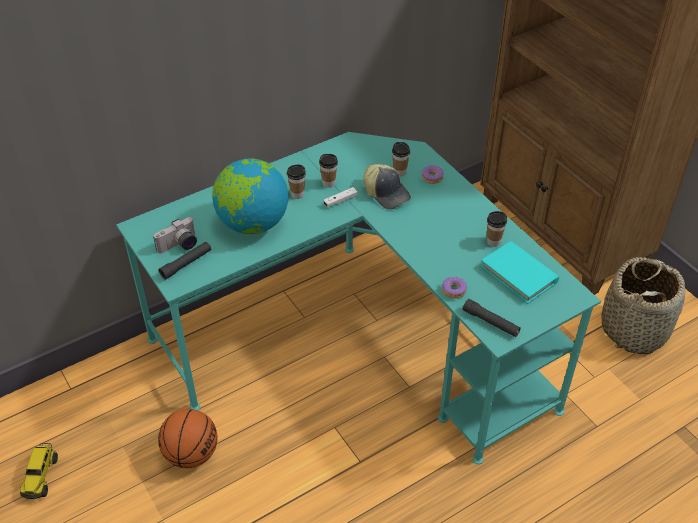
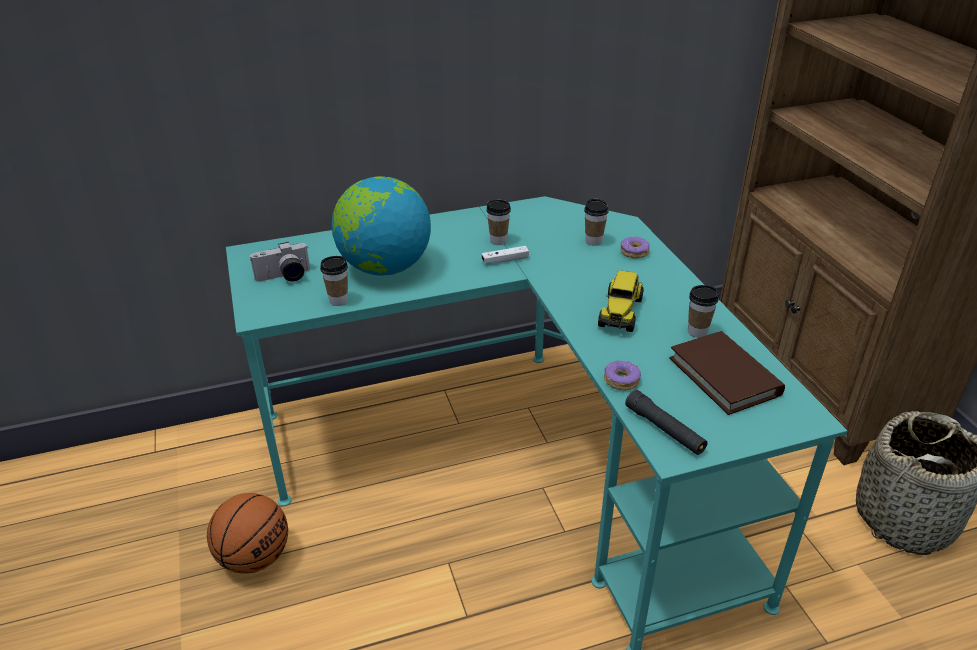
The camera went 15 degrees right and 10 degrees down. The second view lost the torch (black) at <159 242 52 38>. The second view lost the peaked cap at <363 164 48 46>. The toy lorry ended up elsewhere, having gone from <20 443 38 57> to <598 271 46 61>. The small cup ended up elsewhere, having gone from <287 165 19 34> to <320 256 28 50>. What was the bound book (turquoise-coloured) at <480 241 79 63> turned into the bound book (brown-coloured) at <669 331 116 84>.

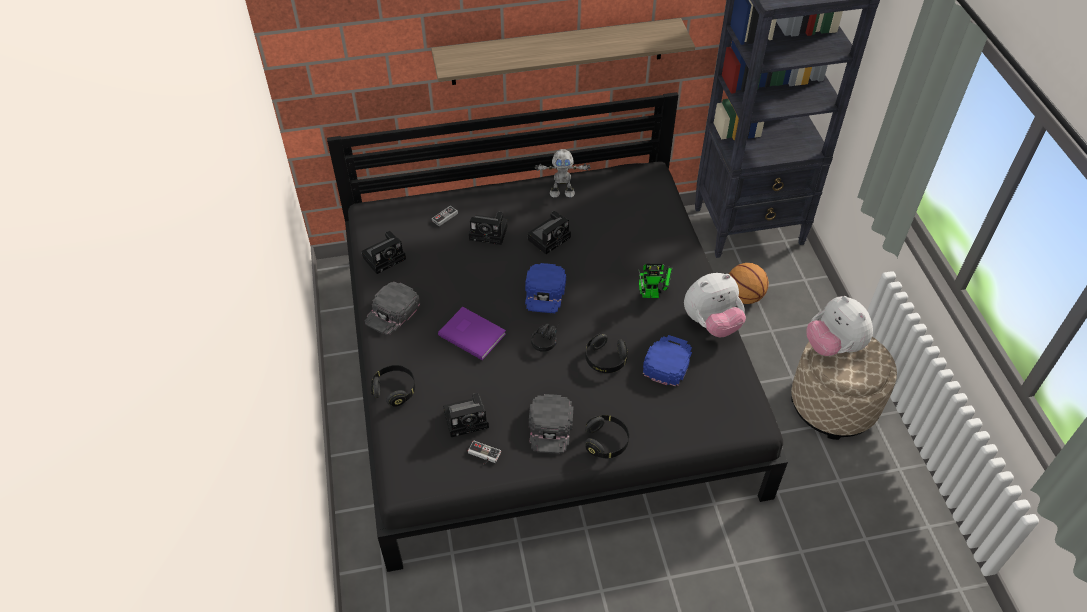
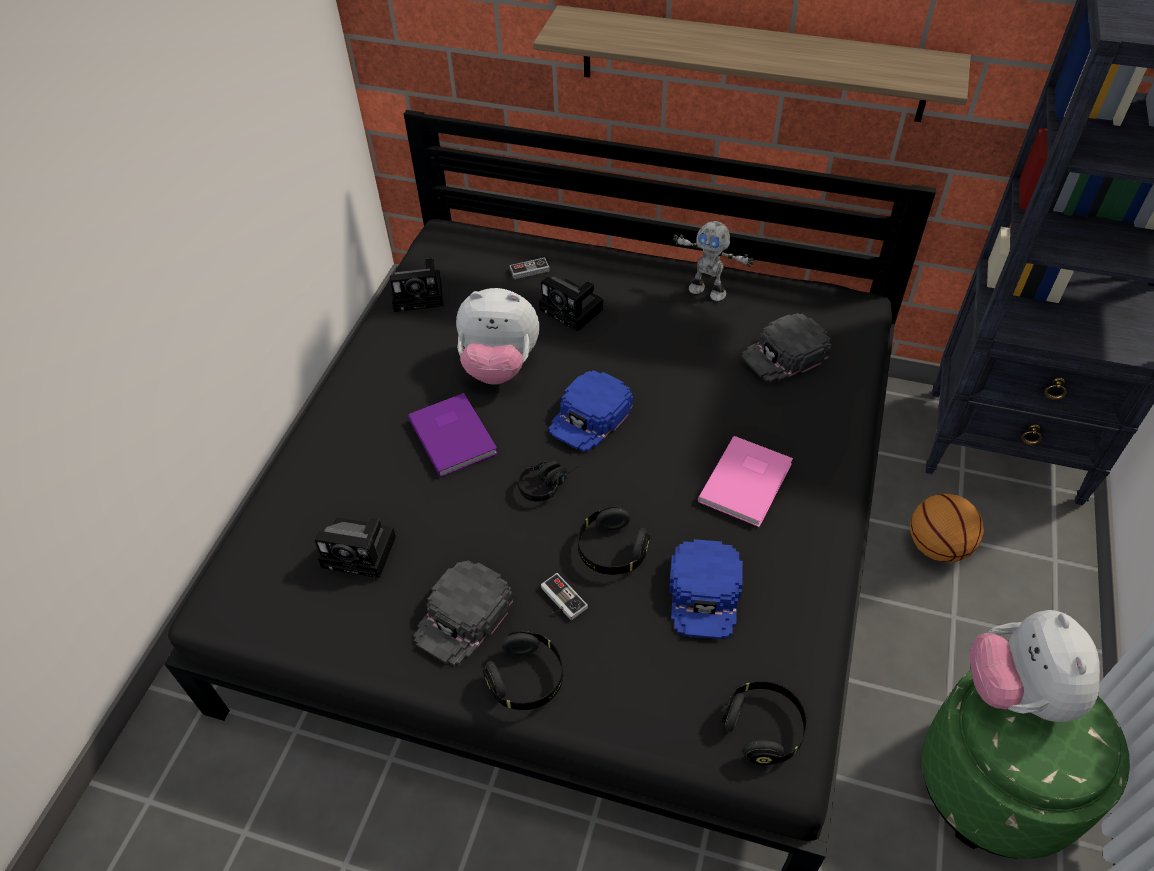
The camera went 30 degrees right and 0 degrees up. The second view lost the photo camera at <527 211 44 43>. The peaked cap (black) ended up elsewhere, having gone from <365 282 55 53> to <741 313 90 70>. The headphones (black) ended up elsewhere, having gone from <371 365 44 42> to <722 681 85 84>. The game controller ended up elsewhere, having gone from <468 440 33 24> to <541 573 47 47>. The plush toy ended up elsewhere, having gone from <684 273 62 64> to <456 288 83 97>. Where the robot figure stood at <638 264 34 34>, the bound book (pink-coloured) came to stand at <698 436 95 91>. What was the ottoman (sand-coloured) at <791 337 106 103> turned into the ottoman (green) at <921 670 209 189>. The peaked cap (blue) at <643 335 49 52> ended up facing another way, 135 degrees clockwise from before.

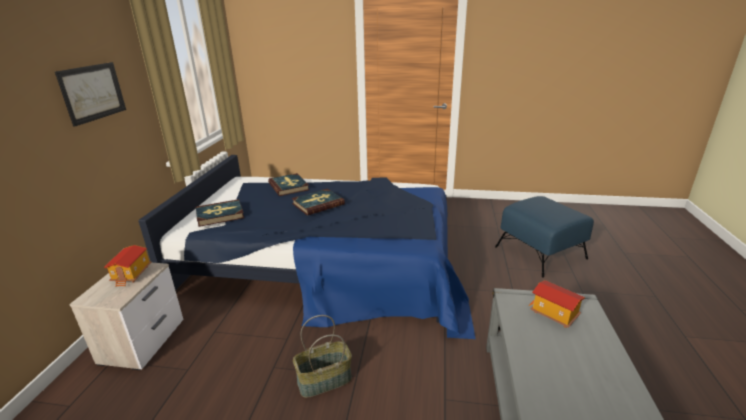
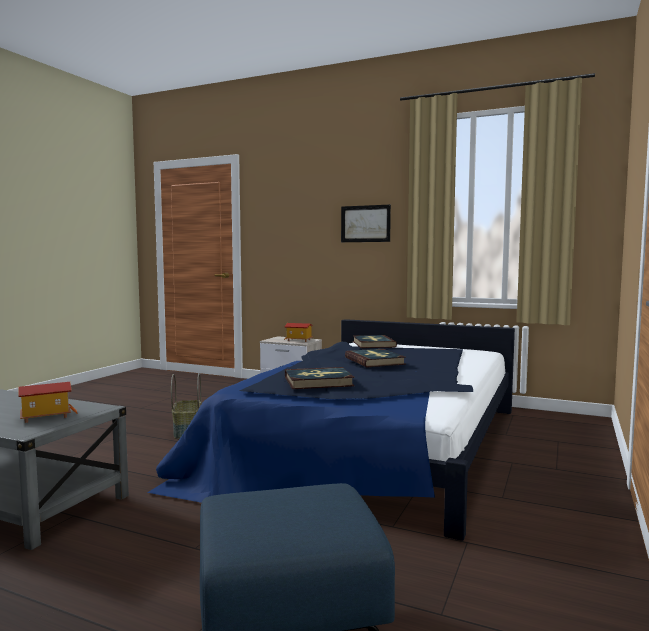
The camera went 105 degrees right and 20 degrees down. The bound book ended up elsewhere, having gone from <268 173 41 23> to <285 367 70 22>.

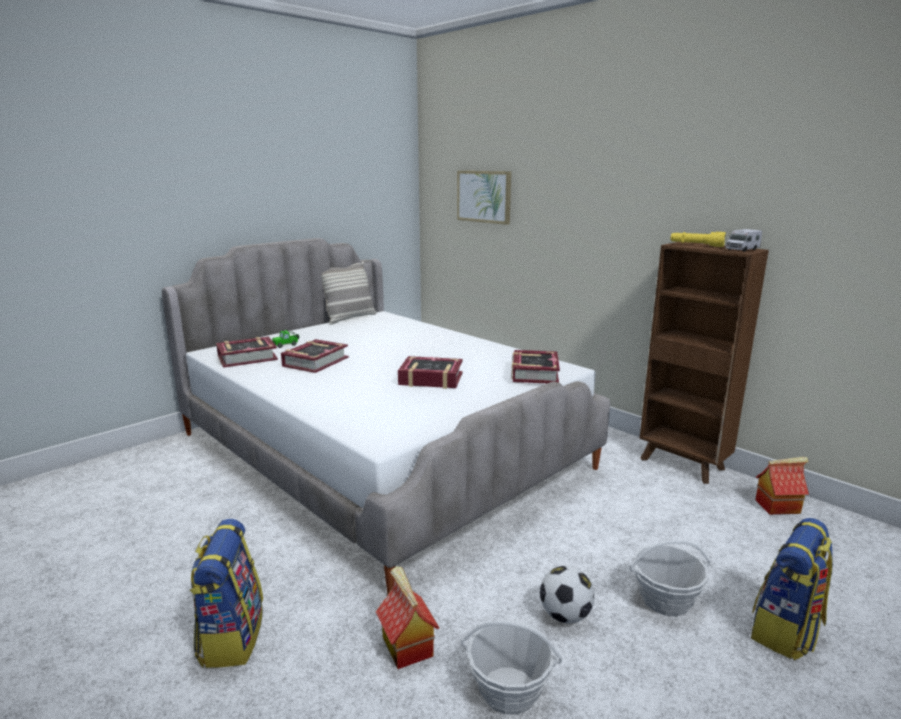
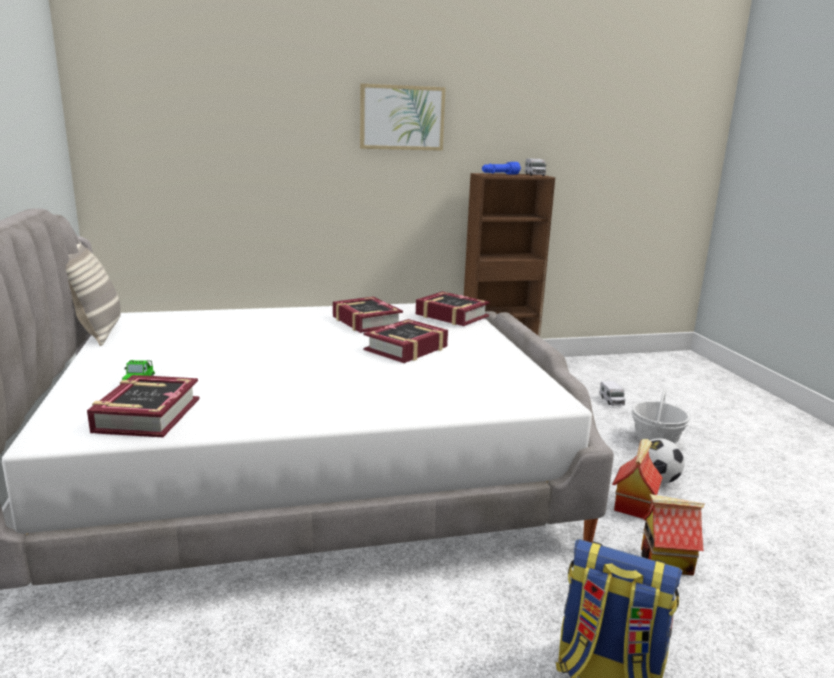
The camera went 60 degrees left and 0 degrees up. The second view lost the storage basket at <461 620 102 94>. The second view lost the knapsack at <751 518 82 142>. The second view gained the toy lorry at <599 381 26 25>. The bound book ended up elsewhere, having gone from <281 339 68 34> to <333 297 70 36>. The picture ended up elsewhere, having gone from <457 171 54 54> to <360 84 86 67>. The miniature house ended up elsewhere, having gone from <755 457 54 58> to <612 439 50 80>. What was the torch (yellowish) at <671 232 55 15> turned into the torch (blue) at <482 162 39 13>.

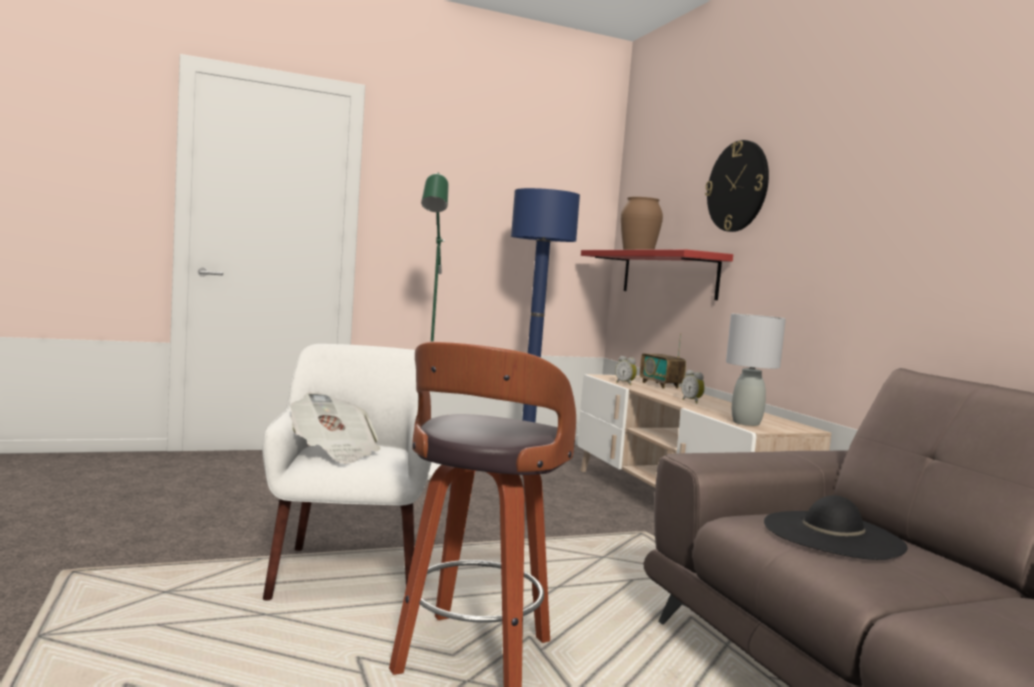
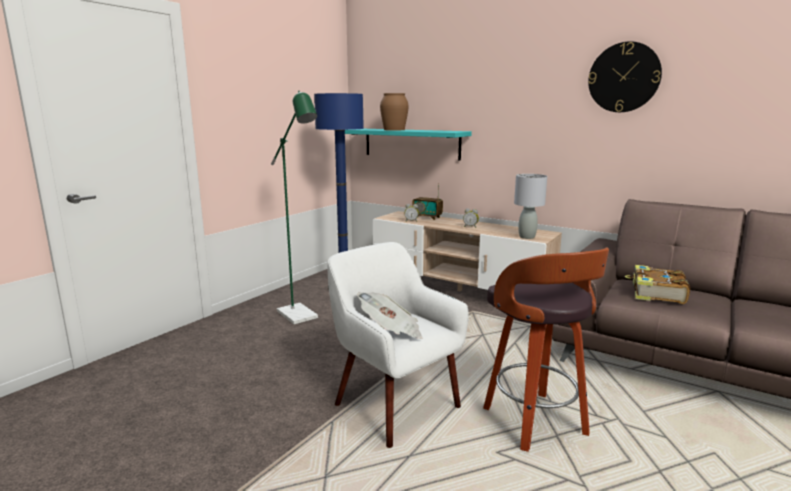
The camera went 35 degrees left and 10 degrees up. The hanging clock ended up elsewhere, having gone from <705 140 64 92> to <588 41 74 71>. Where the clothing hat (black) stood at <764 495 144 65>, the bound book came to stand at <625 265 65 39>. What was the bracket shelf (red-coloured) at <581 249 152 51> turned into the bracket shelf (turquoise-coloured) at <345 129 127 31>.

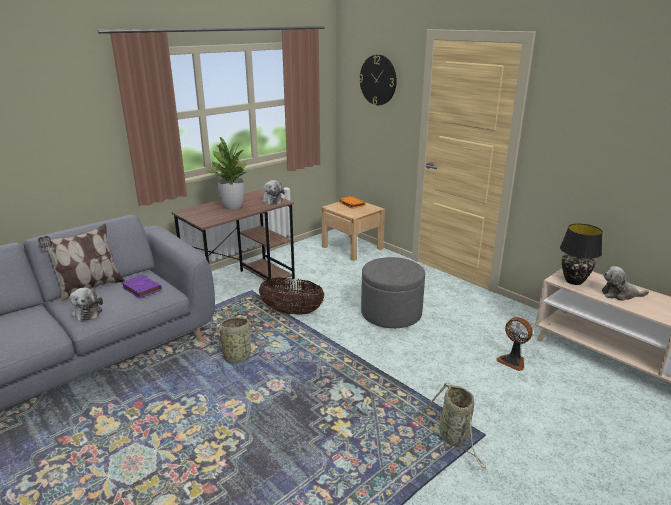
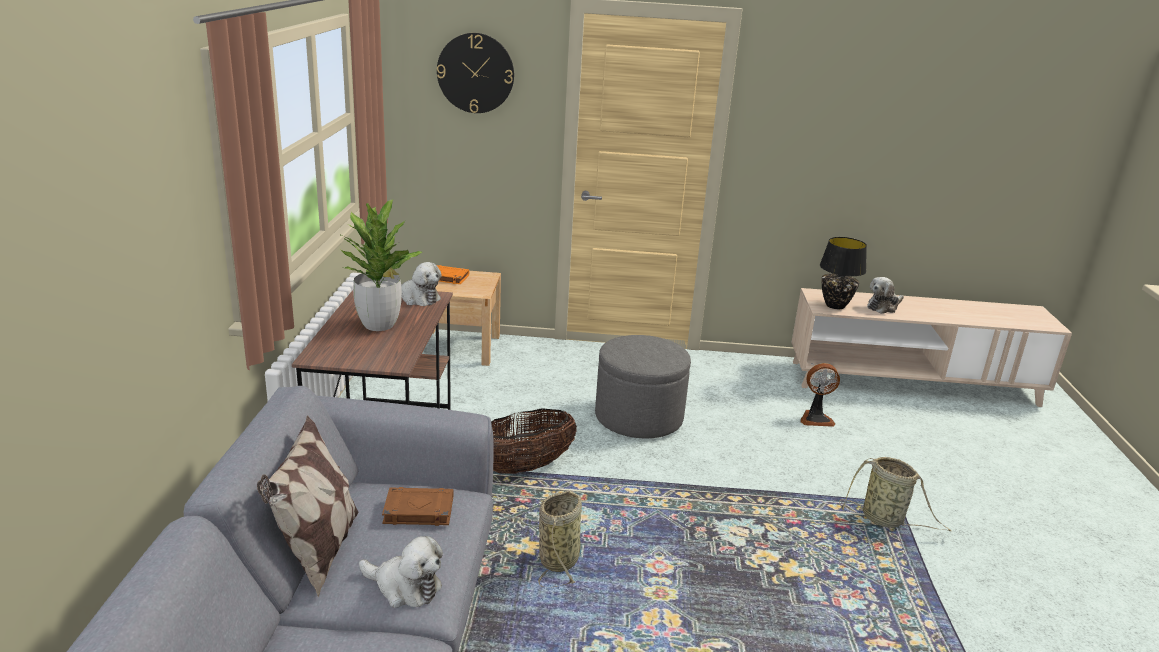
The camera went 45 degrees left and 0 degrees up. What was the bound book (purple) at <121 275 41 23> turned into the bound book (brown-coloured) at <382 487 71 39>.

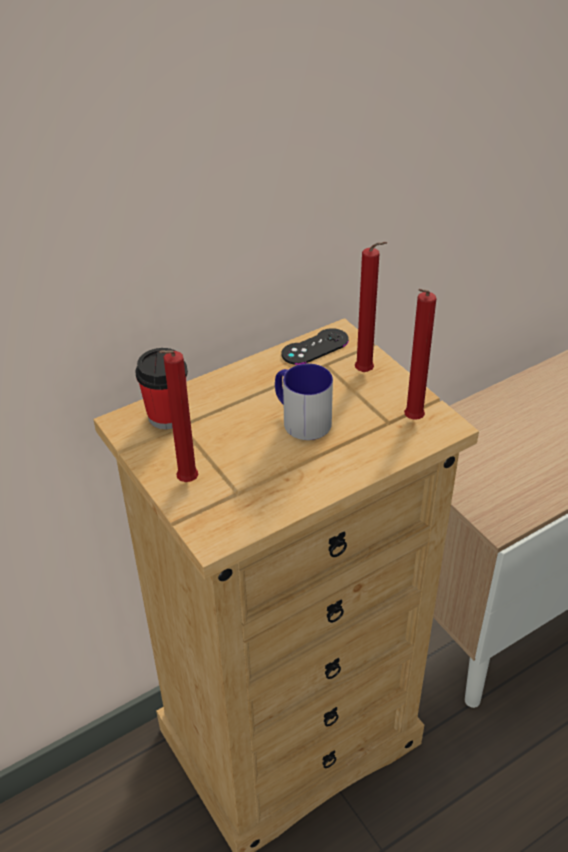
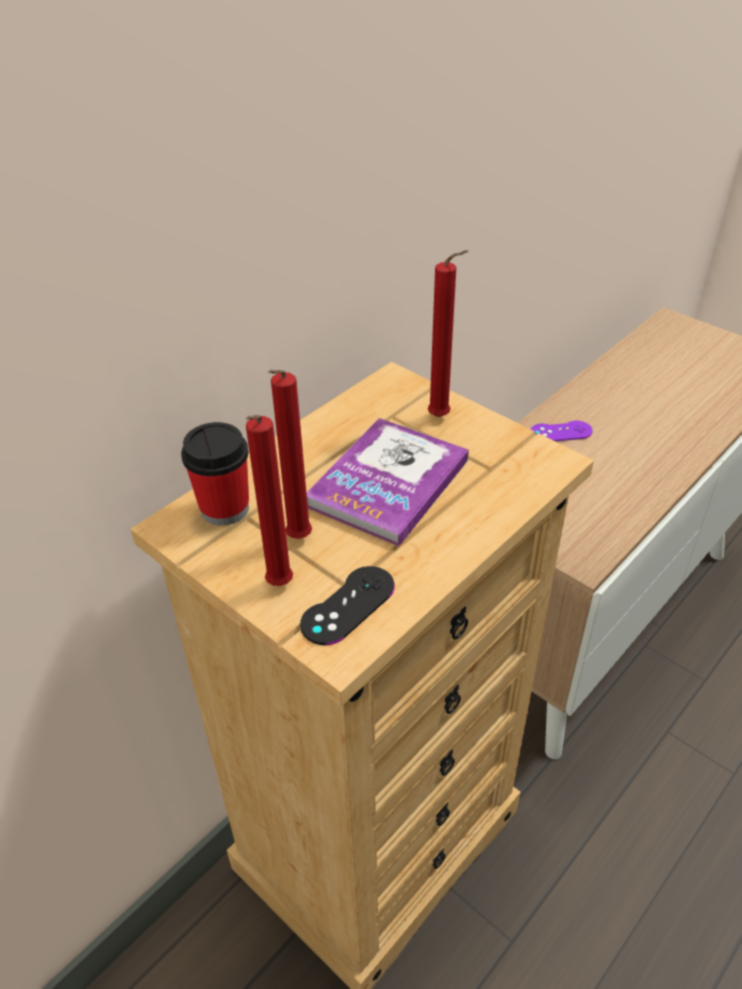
The camera went 15 degrees left and 0 degrees up. The second view gained the game controller (purple) at <531 421 62 20>. The game controller (black) ended up elsewhere, having gone from <281 328 68 37> to <300 566 95 79>. The wax light (red-coloured) ended up elsewhere, having gone from <404 289 32 131> to <268 370 44 169>. Where the tea mug stood at <275 364 58 76>, the bound book came to stand at <307 418 162 128>.

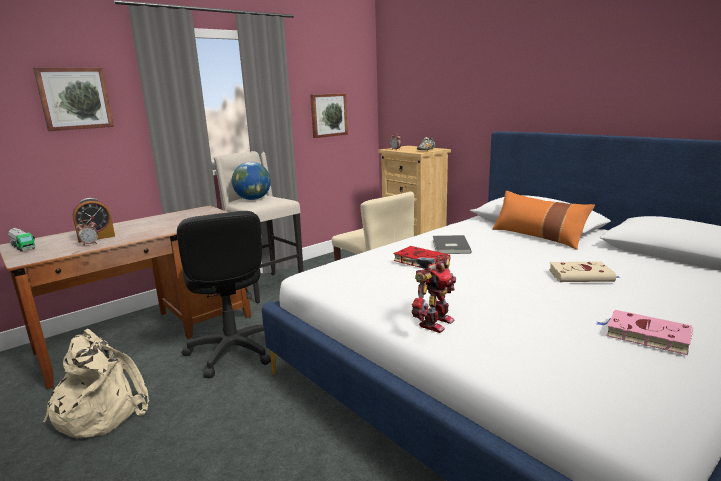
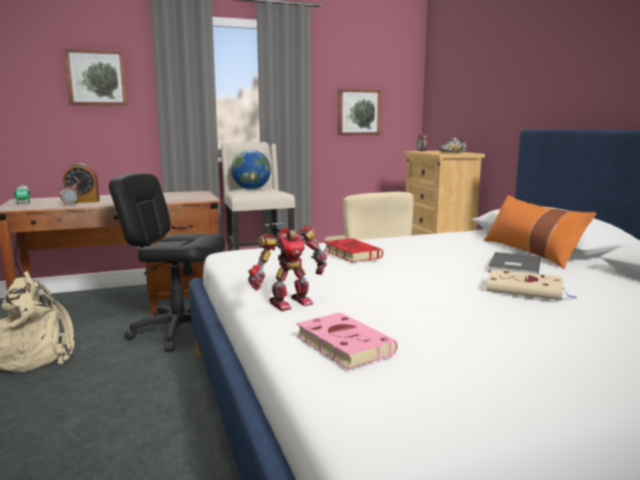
The camera went 20 degrees right and 5 degrees down. The bound book (grey) ended up elsewhere, having gone from <433 235 39 19> to <488 252 53 22>. The bound book (pink-coloured) ended up elsewhere, having gone from <597 310 96 45> to <296 313 102 57>. The office chair (black) at <177 211 94 167> ended up facing another way, 105 degrees clockwise from before.

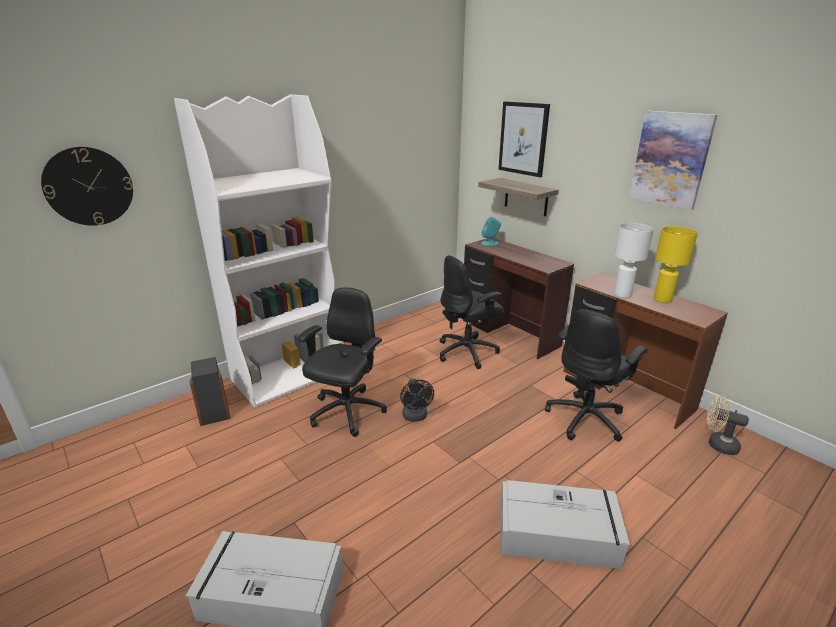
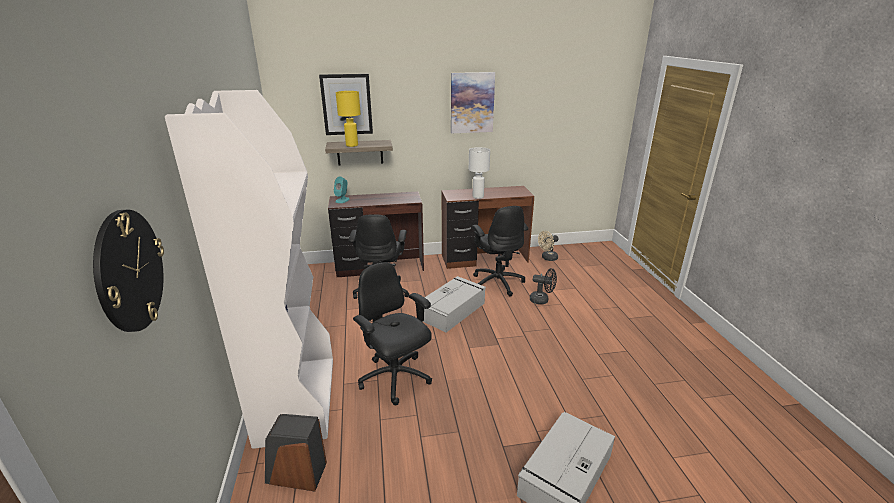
The camera went 60 degrees left and 0 degrees up. The cooling fan (black) ended up elsewhere, having gone from <400 378 34 44> to <530 268 27 36>. The storage container (grey) ended up elsewhere, having gone from <500 480 130 89> to <423 276 63 56>. The lamp for a table (yellowish) ended up elsewhere, having gone from <654 226 44 77> to <336 91 25 56>.

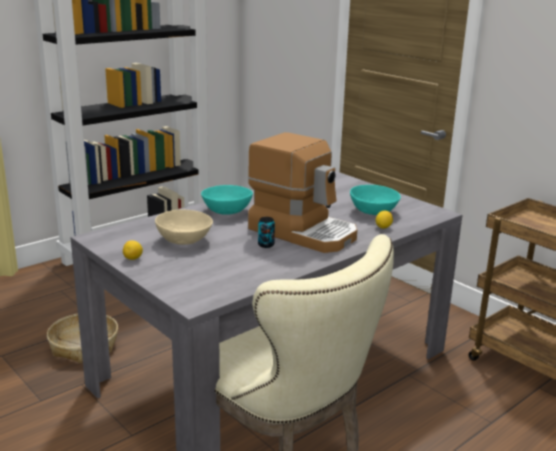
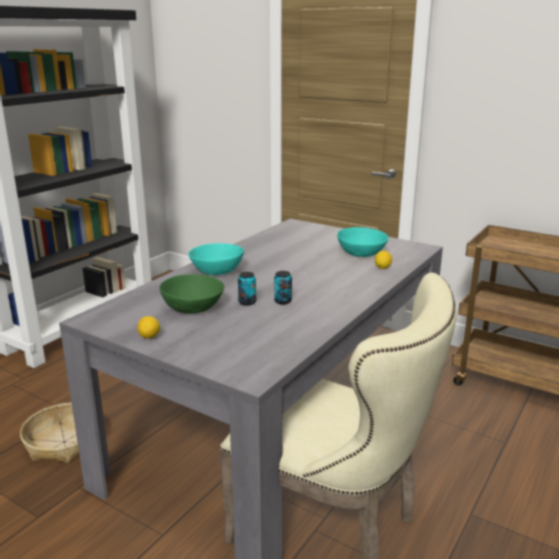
The camera went 15 degrees left and 0 degrees up. The second view lost the coffee brewer at <248 132 109 121>. The second view gained the sealed can at <238 272 18 34>. What was the deep dish (sand-coloured) at <155 210 58 35> turned into the deep dish (green) at <159 274 65 40>.

